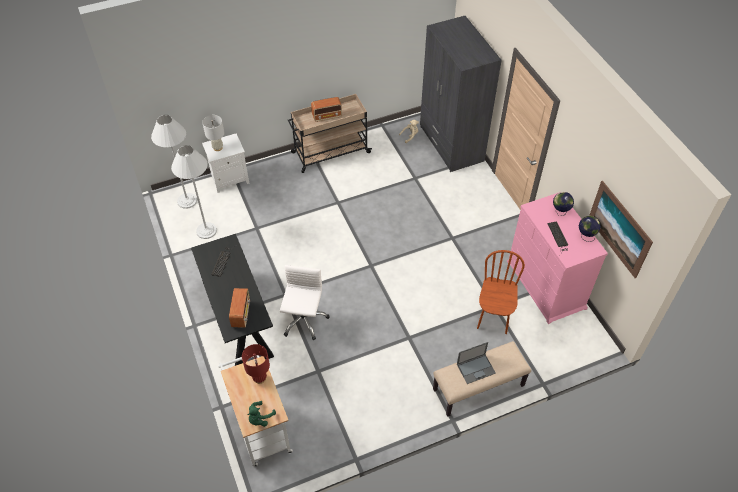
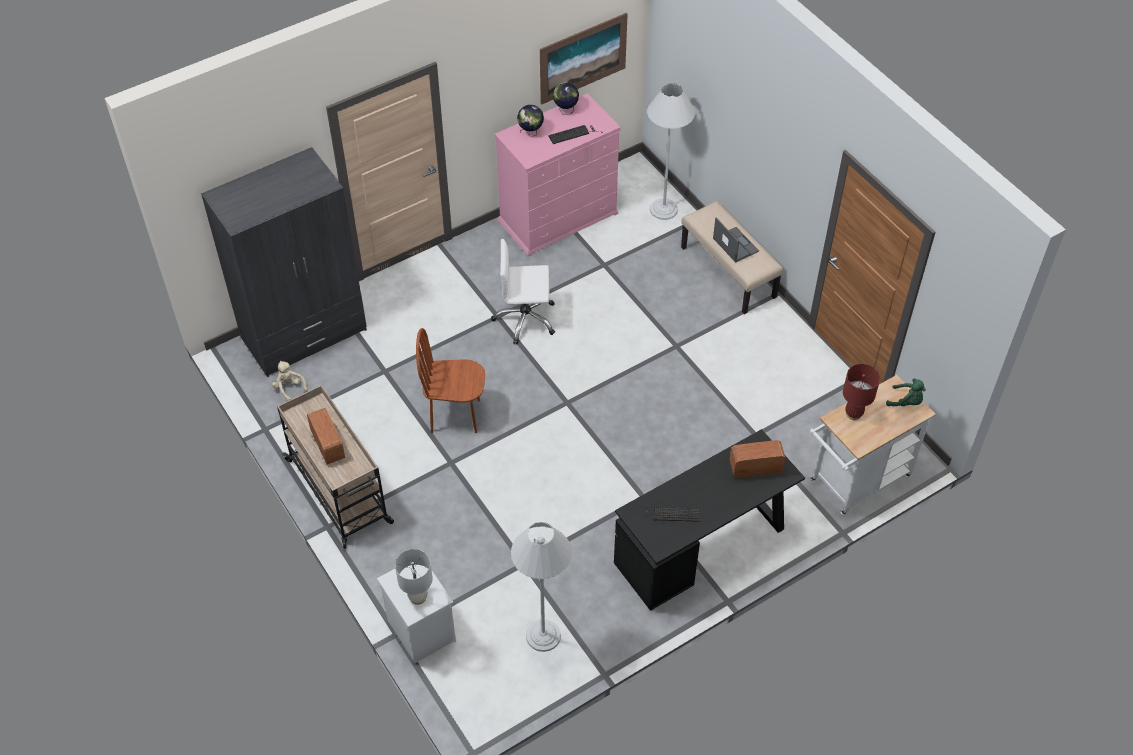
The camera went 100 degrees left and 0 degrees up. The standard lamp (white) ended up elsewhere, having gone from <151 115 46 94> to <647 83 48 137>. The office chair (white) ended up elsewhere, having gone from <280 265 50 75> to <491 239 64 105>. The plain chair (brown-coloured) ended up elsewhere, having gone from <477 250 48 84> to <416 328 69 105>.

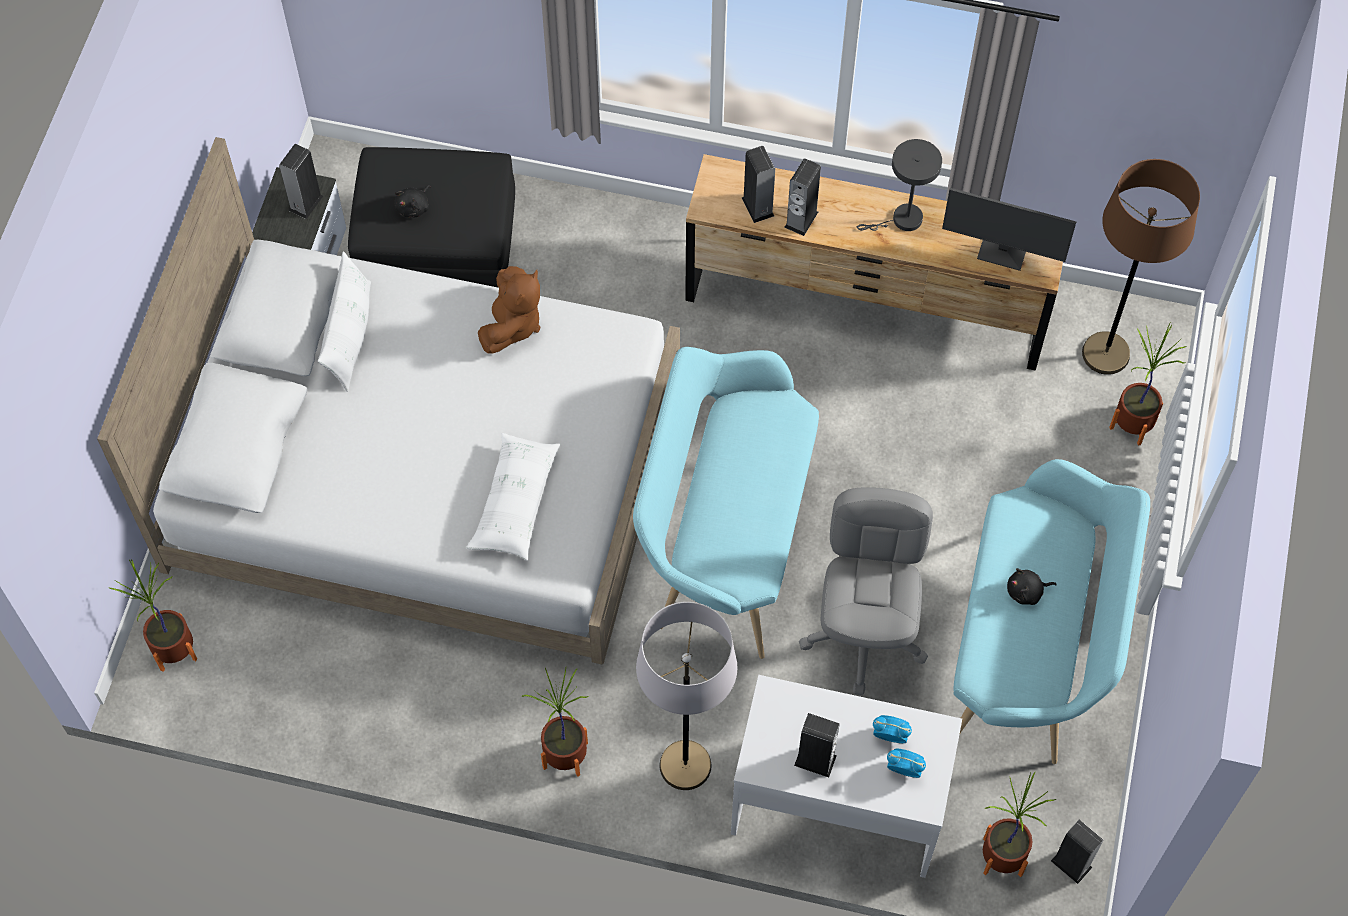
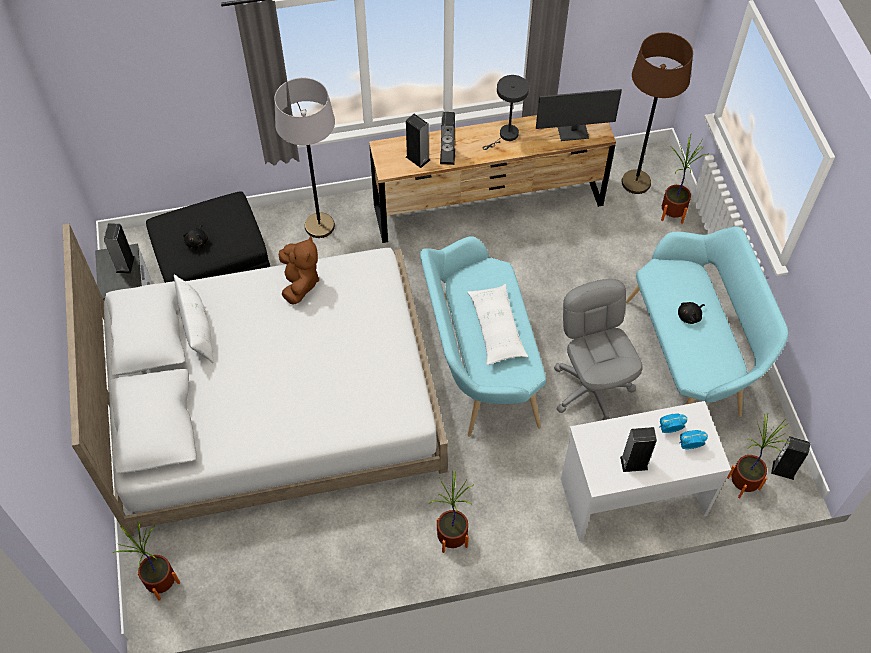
The camera went 25 degrees left and 5 degrees down. The cushion (white) ended up elsewhere, having gone from <466 433 94 128> to <467 284 61 81>. The standard lamp (grey) ended up elsewhere, having gone from <636 602 101 188> to <274 78 61 160>.

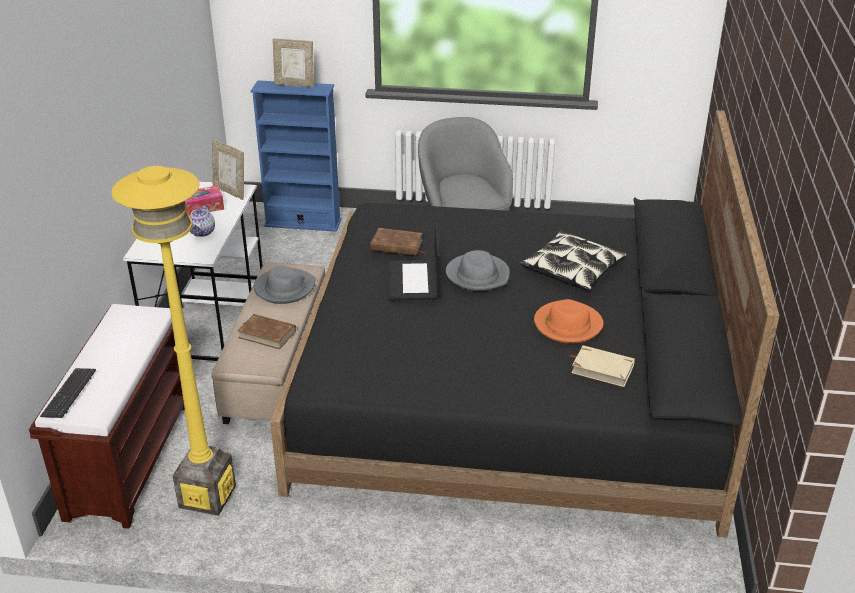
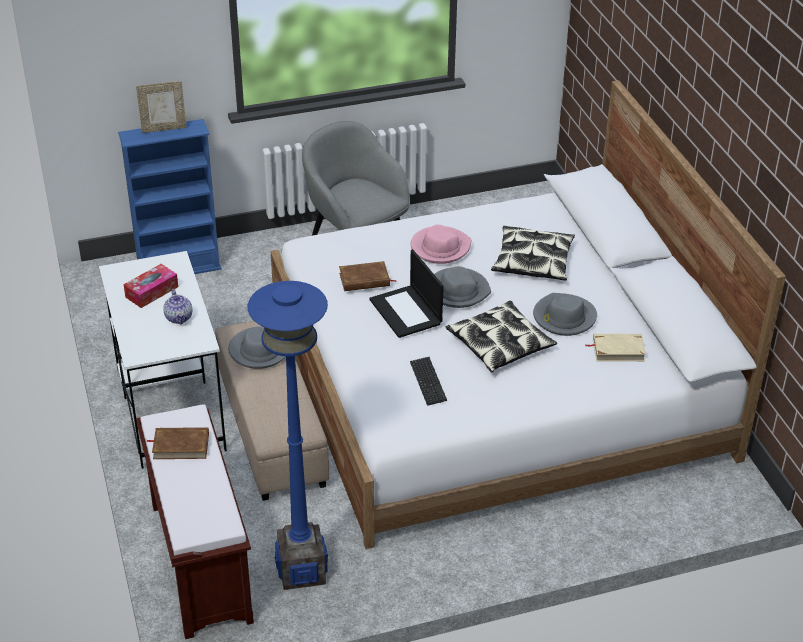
The camera went 25 degrees left and 5 degrees up. The second view lost the picture frame at <212 139 32 61>. The second view gained the clothing hat (pink-coloured) at <410 225 62 39>. The second view gained the cushion at <446 300 111 72>. The keyboard ended up elsewhere, having gone from <40 368 56 50> to <410 357 37 49>. The bound book (brown-coloured) ended up elsewhere, having gone from <237 314 59 35> to <146 427 63 32>. What was the standard lamp (yellowish) at <112 166 124 350> turned into the standard lamp (blue) at <248 281 80 309>. What was the bed (black) at <270 110 510 428> turned into the bed (white) at <271 80 515 469>. What was the clothing hat (orange-coloured) at <534 299 69 45> turned into the clothing hat (grey) at <533 293 64 43>.

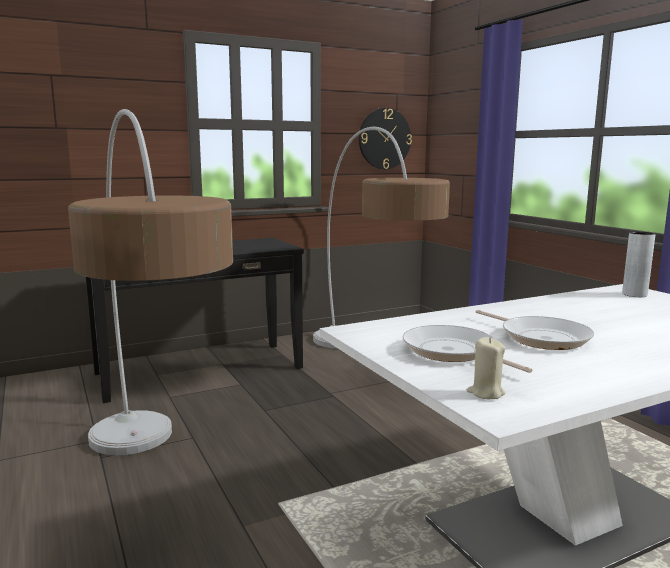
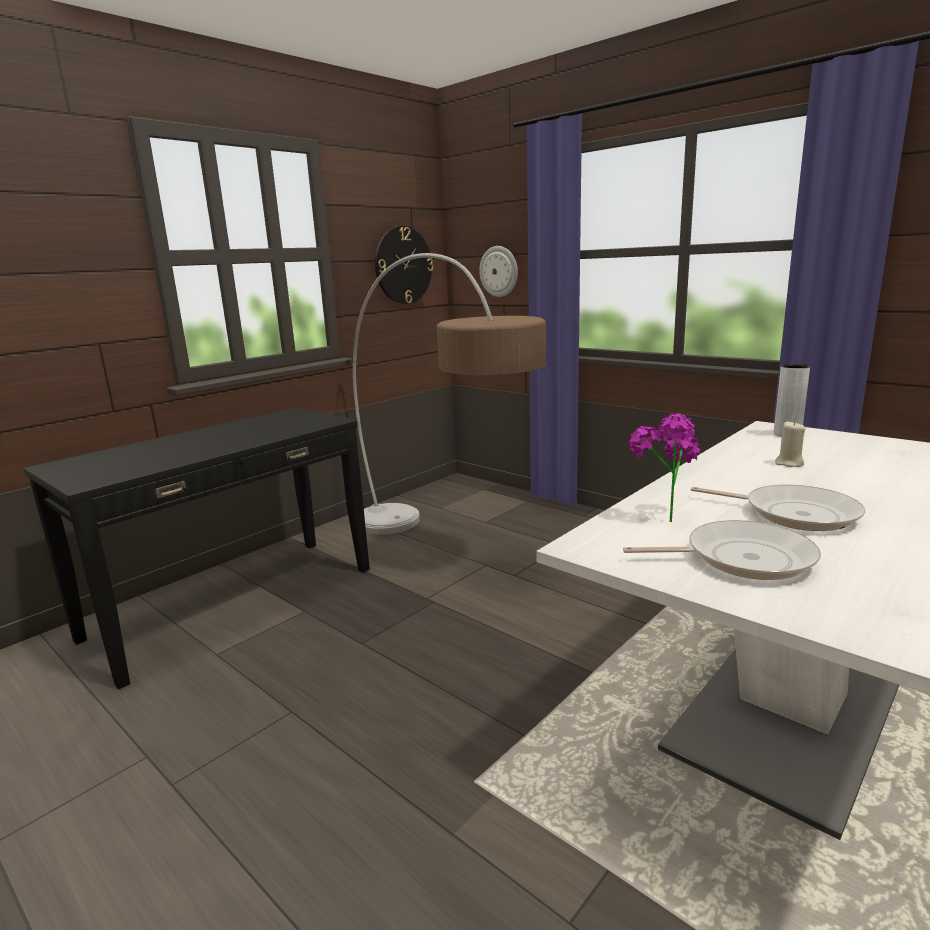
The camera went 20 degrees left and 5 degrees up. The second view lost the standard lamp at <68 109 165 347>. The second view gained the hanging clock at <479 246 39 51>. The second view gained the potted plant at <629 413 71 109>. The wax light (sand-coloured) ended up elsewhere, having gone from <467 337 39 62> to <775 421 30 46>. The skillet at <402 325 131 48> ended up facing another way, 150 degrees clockwise from before.

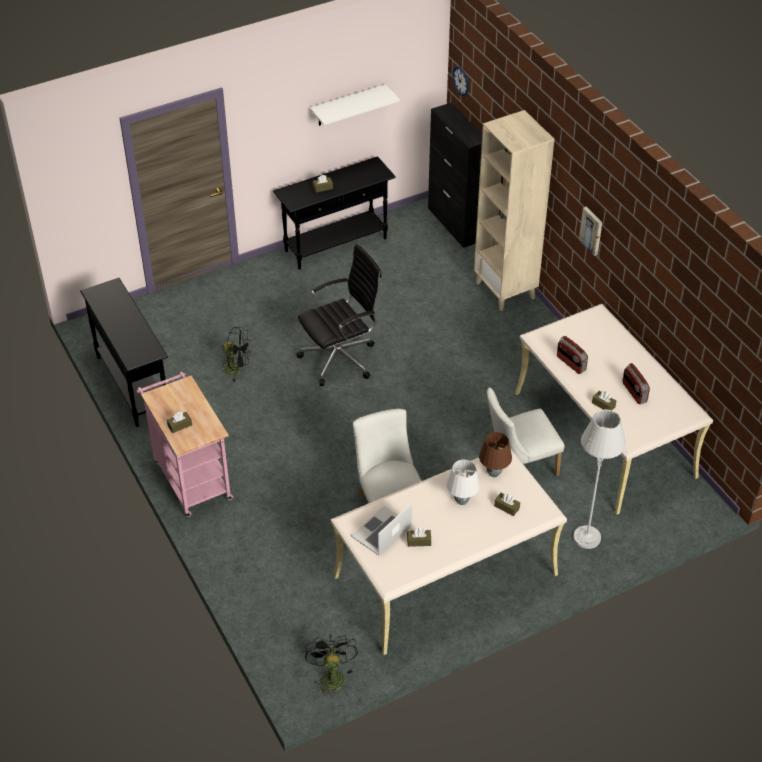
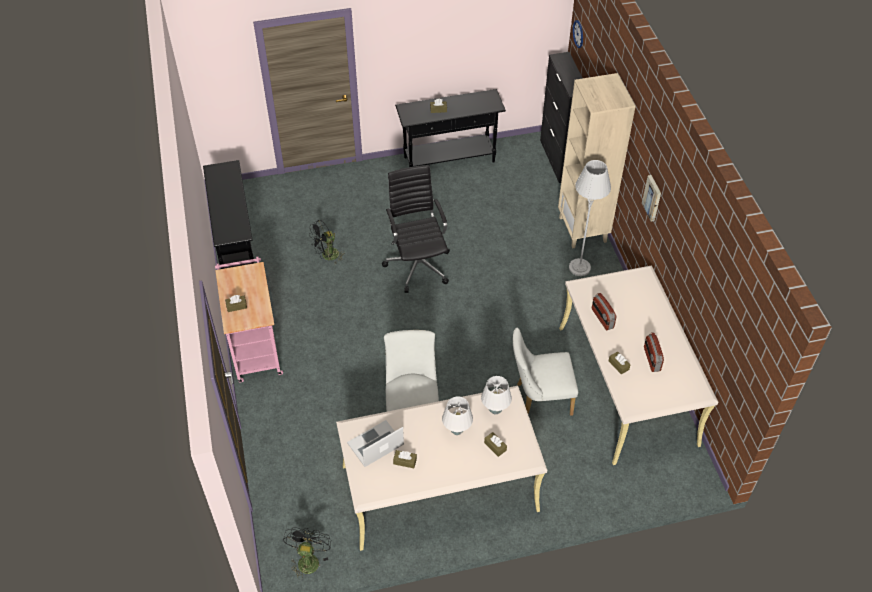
The camera went 15 degrees right and 5 degrees up. The second view lost the bracket shelf (white) at <310 84 90 42>. The standard lamp (grey) ended up elsewhere, having gone from <573 409 53 140> to <569 160 42 116>. What was the lamp for a table (brown-coloured) at <479 432 33 45> turned into the lamp for a table (white) at <481 376 31 39>. The cooling fan (black) at <219 327 32 55> ended up facing another way, 120 degrees clockwise from before. The office chair (black) at <296 244 86 142> ended up facing another way, 90 degrees counterclockwise from before.

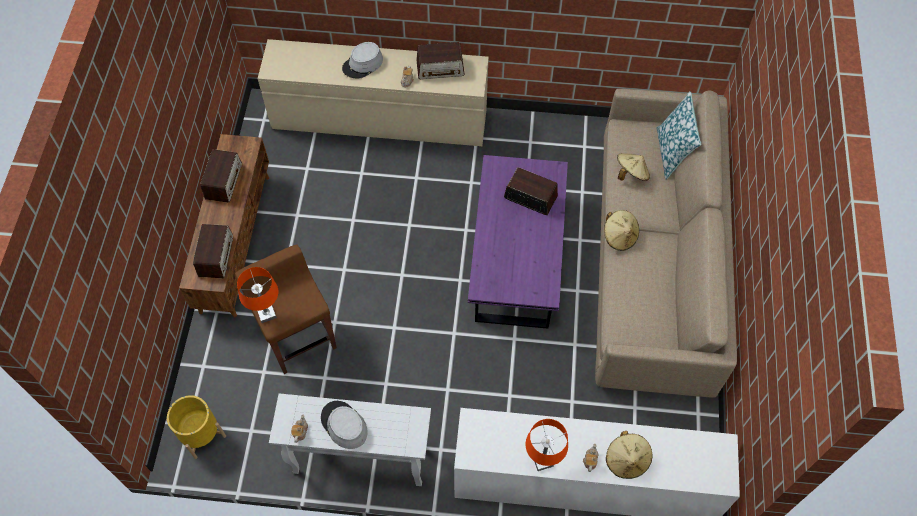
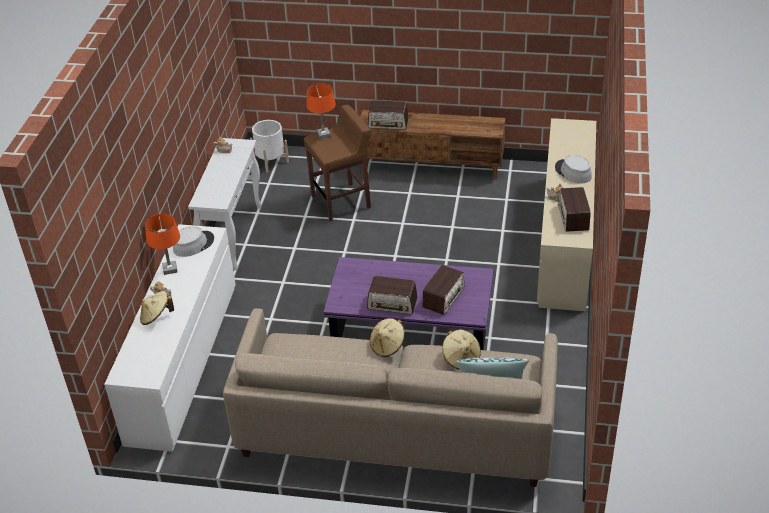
The camera went 95 degrees right and 20 degrees down. The radio receiver ended up elsewhere, having gone from <200 149 42 54> to <367 276 50 38>. The clothing hat (grey) ended up elsewhere, having gone from <321 401 47 48> to <173 226 41 31>. What was the plant pot (yellowish) at <167 395 59 64> turned into the plant pot (white) at <250 120 39 52>.

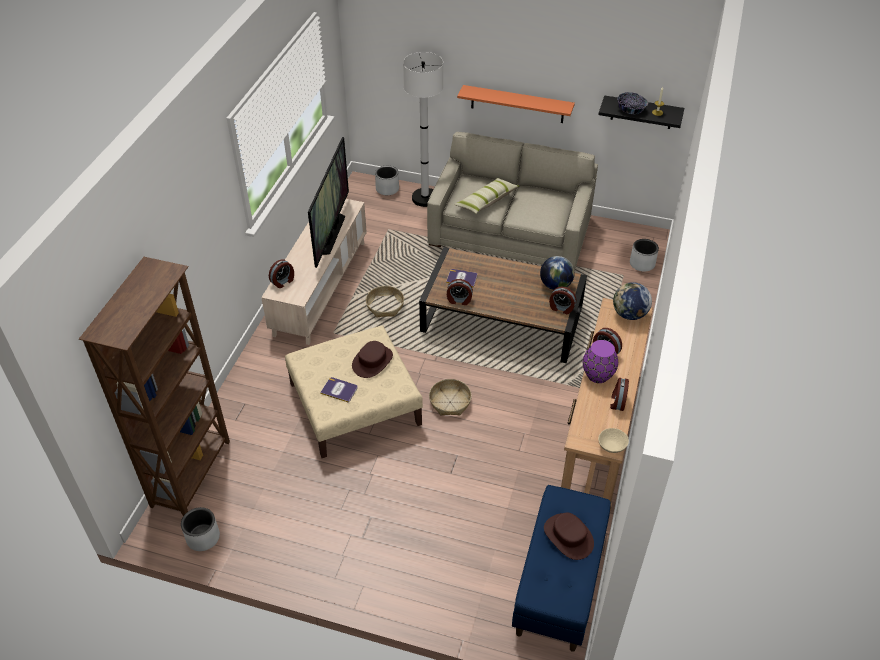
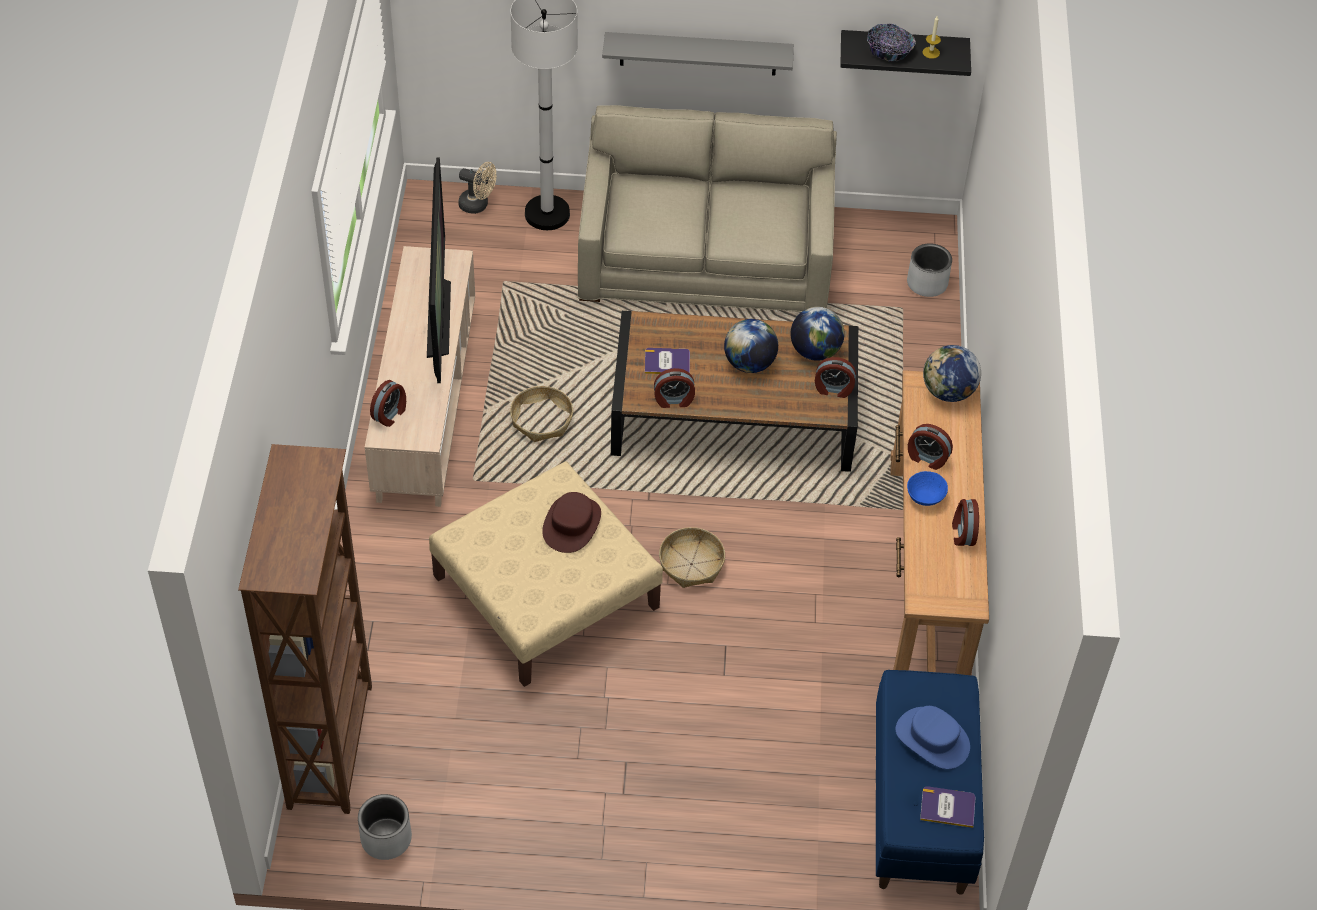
The camera went 15 degrees left and 5 degrees up. The second view lost the cushion at <454 178 65 36>. The second view lost the deep dish (sand-coloured) at <598 428 31 25>. The second view gained the desk globe at <724 319 54 54>. The bound book ended up elsewhere, having gone from <320 377 38 26> to <920 786 55 42>. Where the plant pot (grey) stood at <375 166 24 29>, the cooling fan (sand-coloured) came to stand at <458 162 38 52>. Where the flower vase (purple) stood at <583 340 35 43>, the deep dish (blue) came to stand at <907 471 41 35>. What was the bracket shelf (orange-coloured) at <457 85 118 38> turned into the bracket shelf (grey) at <602 32 192 43>. What was the clothing hat (brown-coloured) at <544 513 50 47> turned into the clothing hat (blue) at <896 706 74 63>.

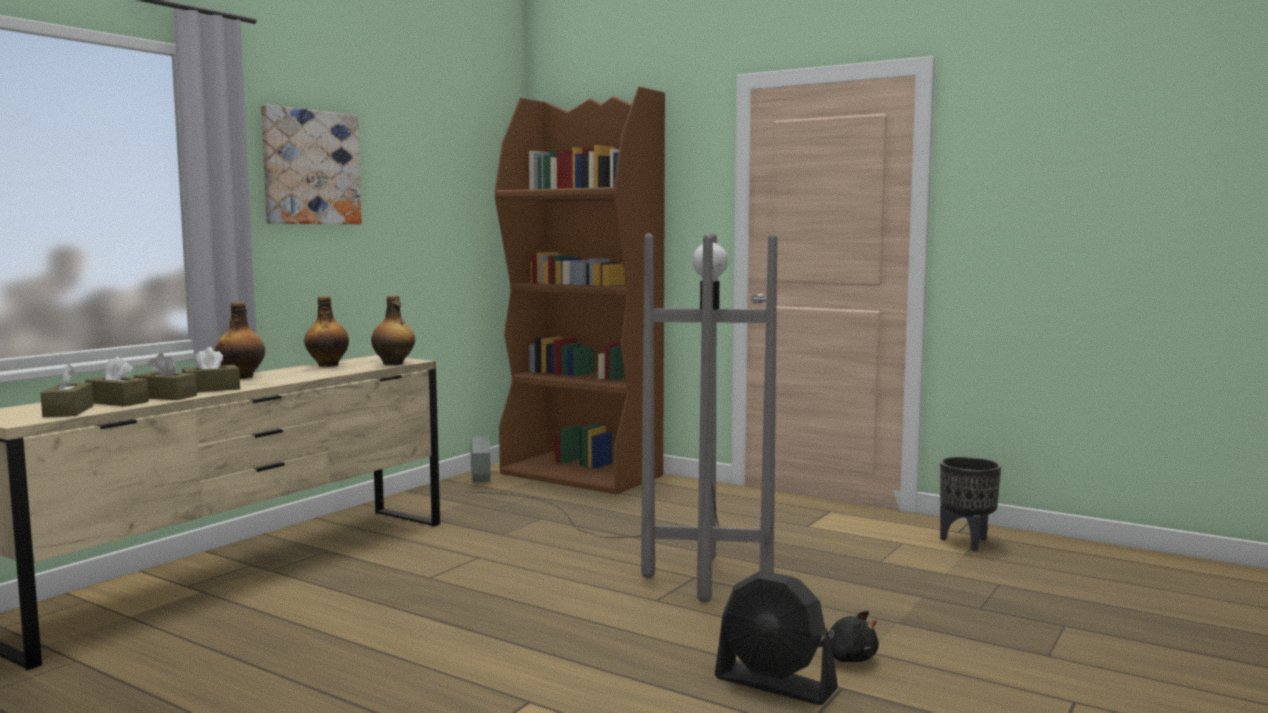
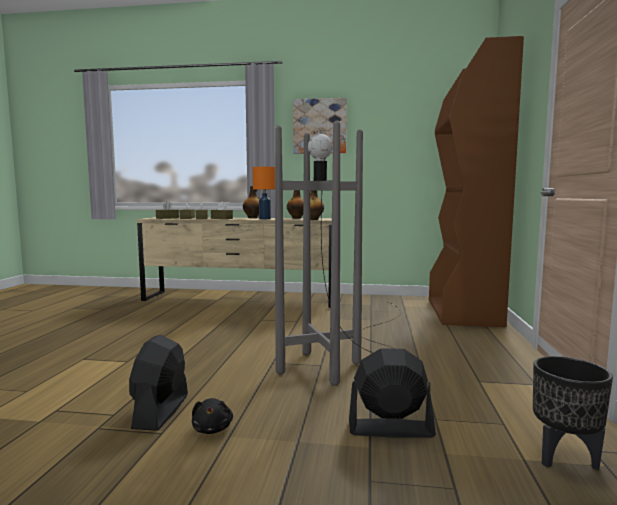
The camera went 65 degrees right and 0 degrees up. The second view lost the plant pot (grey) at <471 436 20 47>. The second view gained the lamp for a table (orange-coloured) at <253 166 22 53>. The second view gained the cooling fan (black) at <349 348 87 90>.

